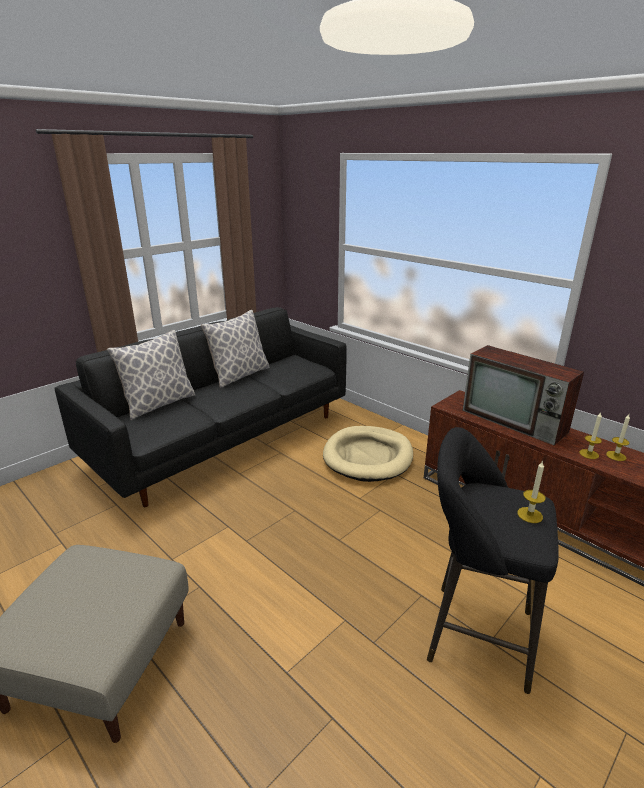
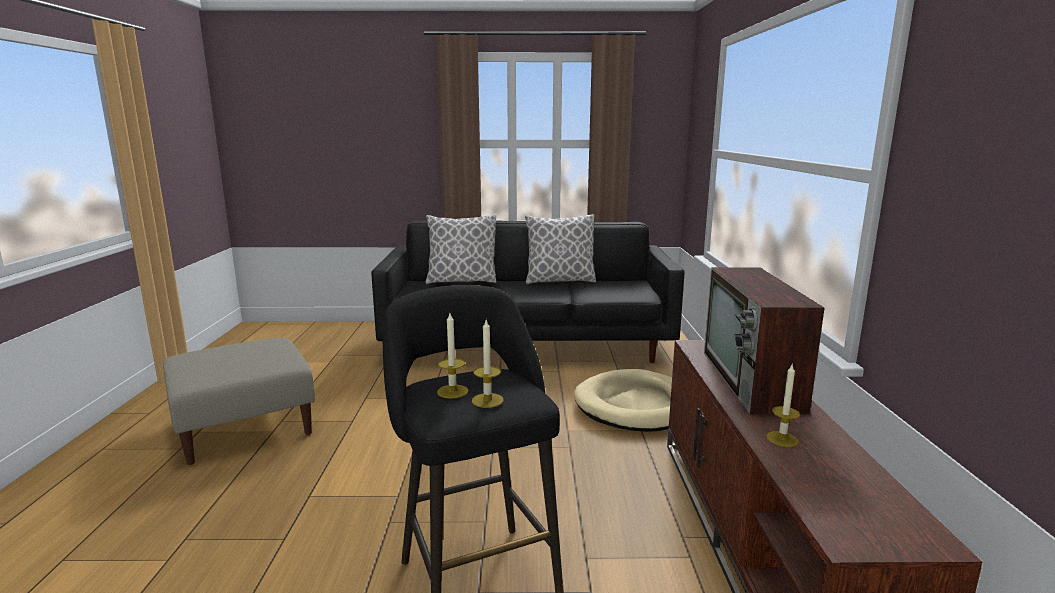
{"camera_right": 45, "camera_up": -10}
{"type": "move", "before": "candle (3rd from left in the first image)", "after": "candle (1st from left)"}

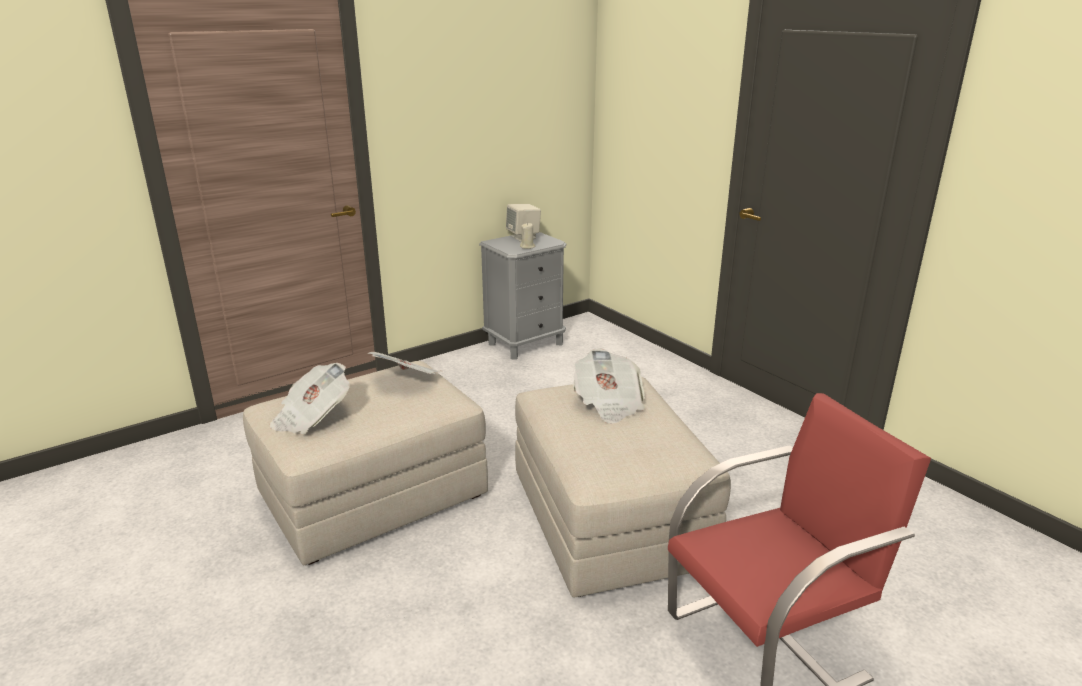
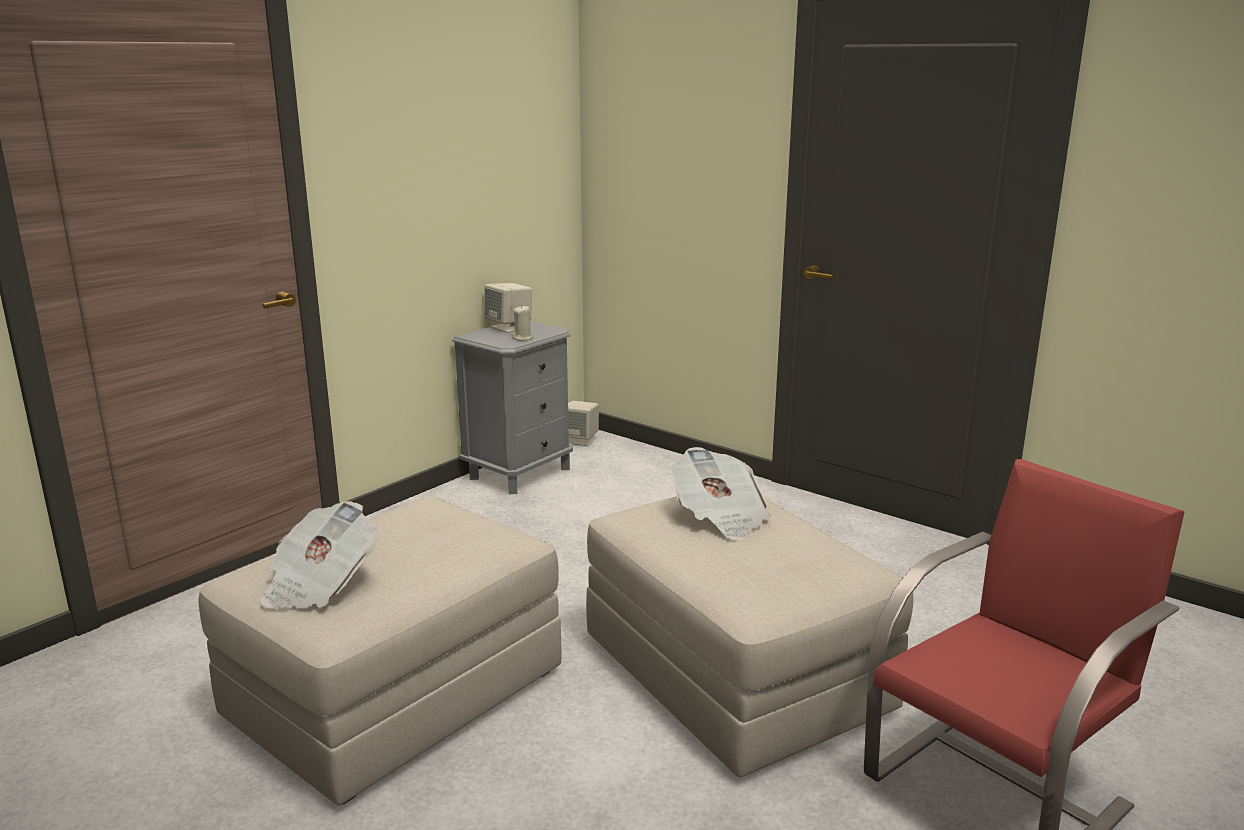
{"camera_right": -15, "camera_up": -5}
{"type": "delete", "before": "newspaper (2nd from left)"}
{"type": "insert", "after": "speaker (beige) (2nd from left)"}

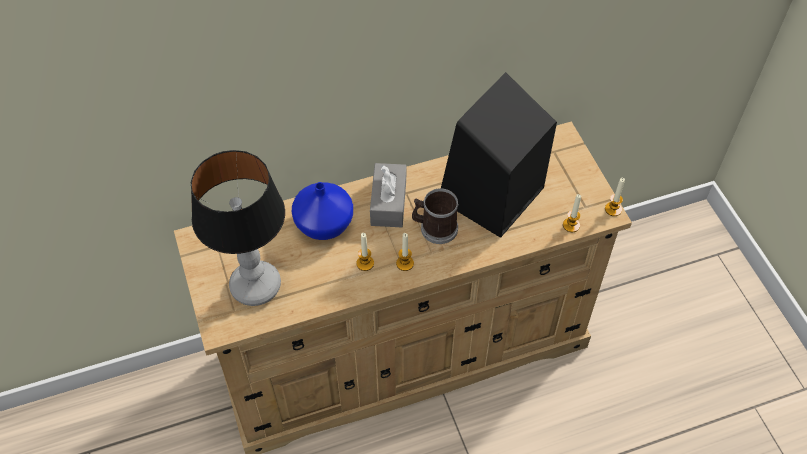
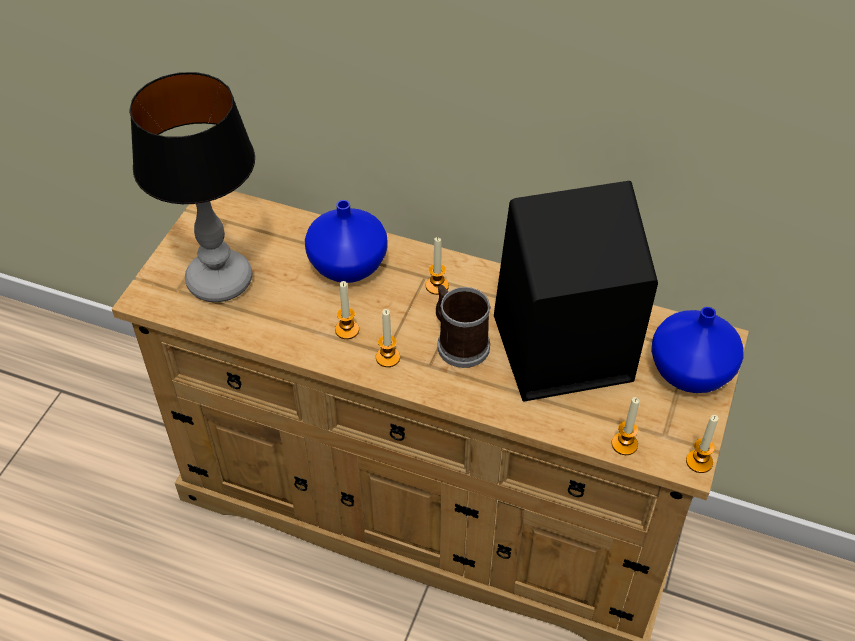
{"camera_right": 40, "camera_up": -5}
{"type": "replace", "before": "tissue box (grey)", "after": "candle (3rd from left)"}
{"type": "insert", "after": "vase (blue) (2nd from left)"}

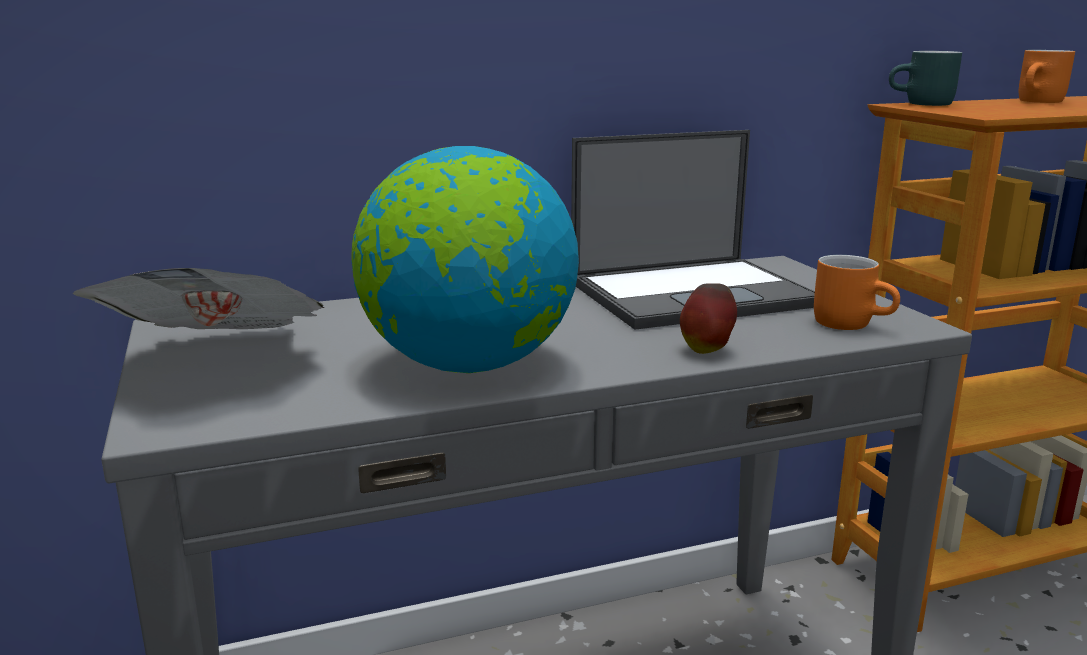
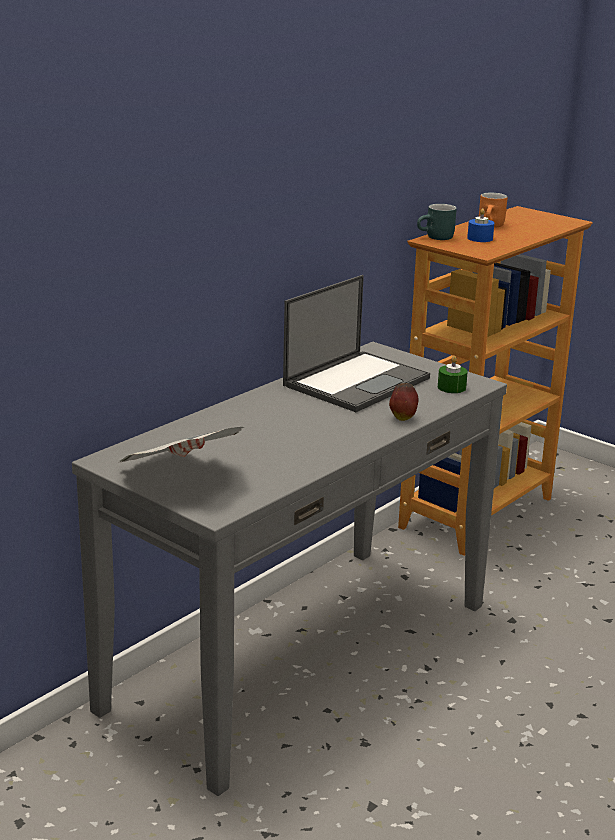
{"camera_right": -30, "camera_up": 5}
{"type": "delete", "before": "globe"}
{"type": "replace", "before": "mug (orange) (1st from left)", "after": "candle (green)"}
{"type": "insert", "after": "candle (blue)"}

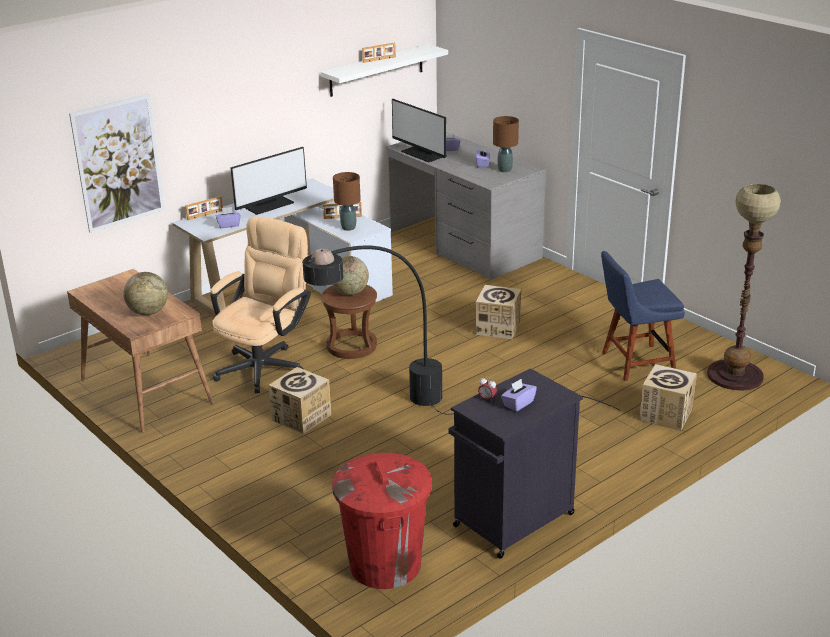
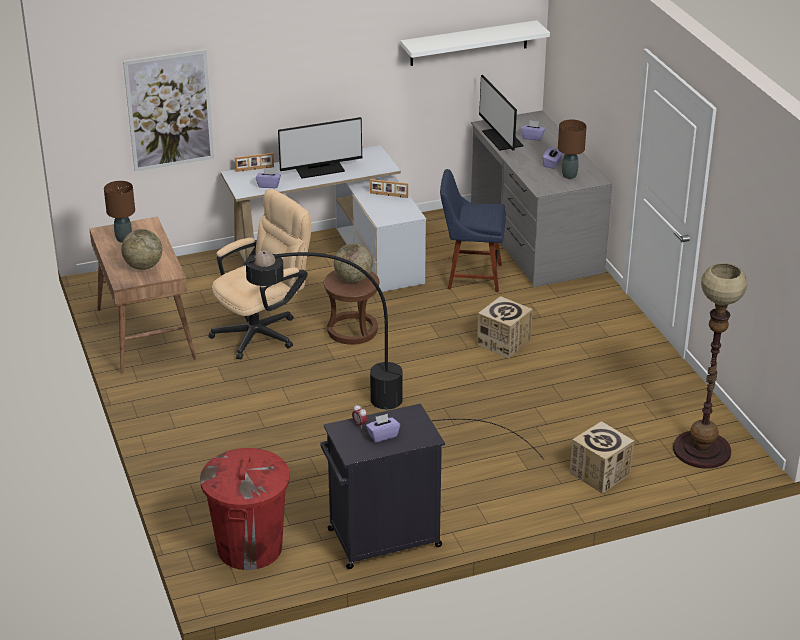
{"camera_right": 20, "camera_up": 5}
{"type": "delete", "before": "picture frame (3rd from left)"}
{"type": "move", "before": "table lamp (brown) (1st from left)"}
{"type": "move", "before": "chair (blue)"}
{"type": "delete", "before": "cardboard box (1st from left)"}

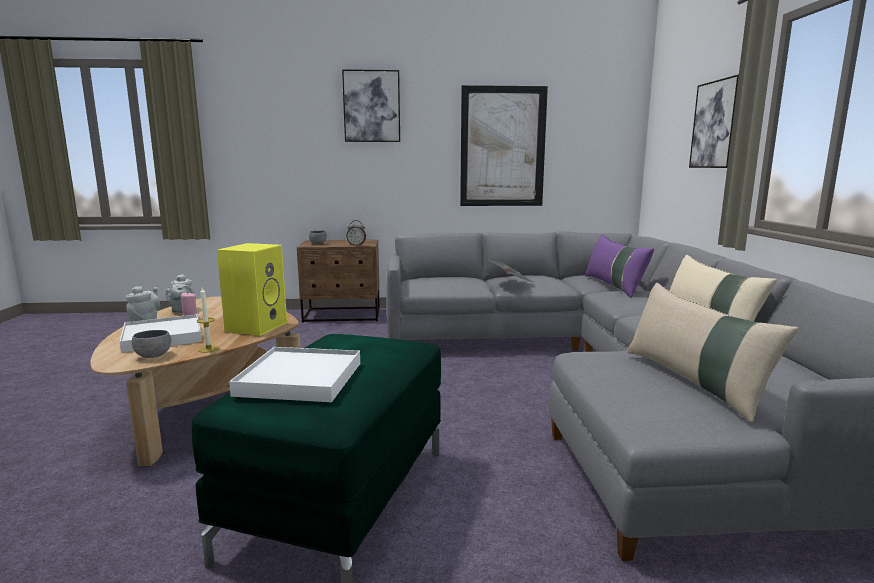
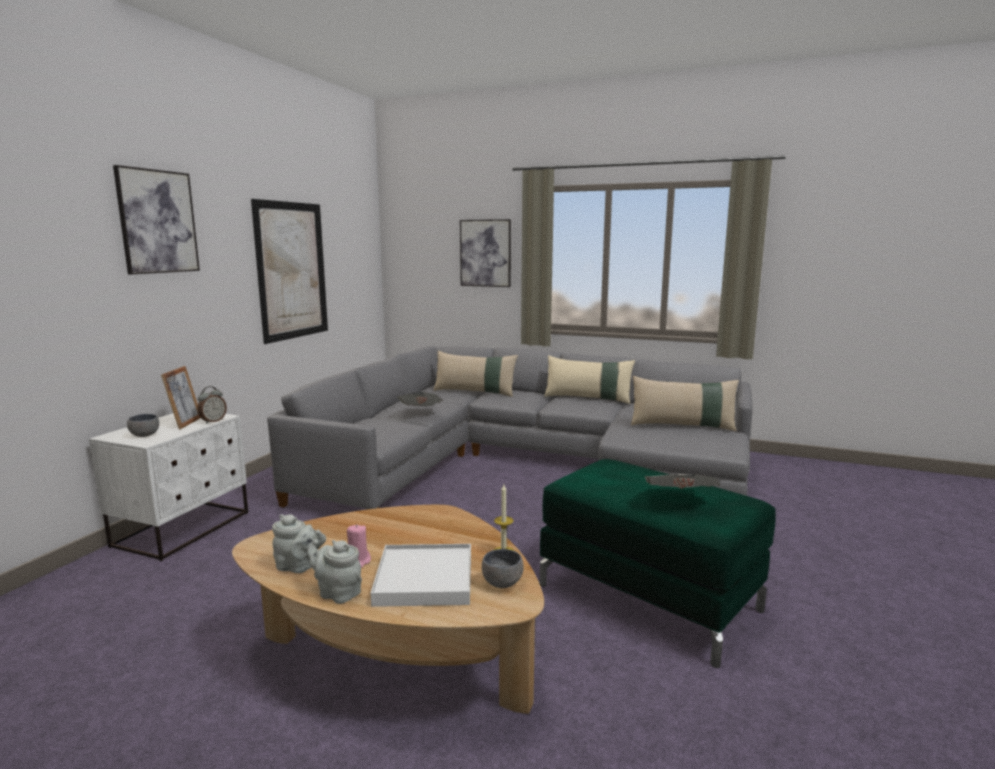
{"camera_right": -65, "camera_up": 0}
{"type": "recolor", "before": "pillow (purple)", "after": "pillow (beige) (1st from left)"}
{"type": "recolor", "before": "nightstand (brown)", "after": "nightstand (white)"}
{"type": "delete", "before": "speaker (yellow)"}
{"type": "replace", "before": "tray (white) (2nd from left)", "after": "newspaper (2nd from left)"}
{"type": "insert", "after": "picture frame"}

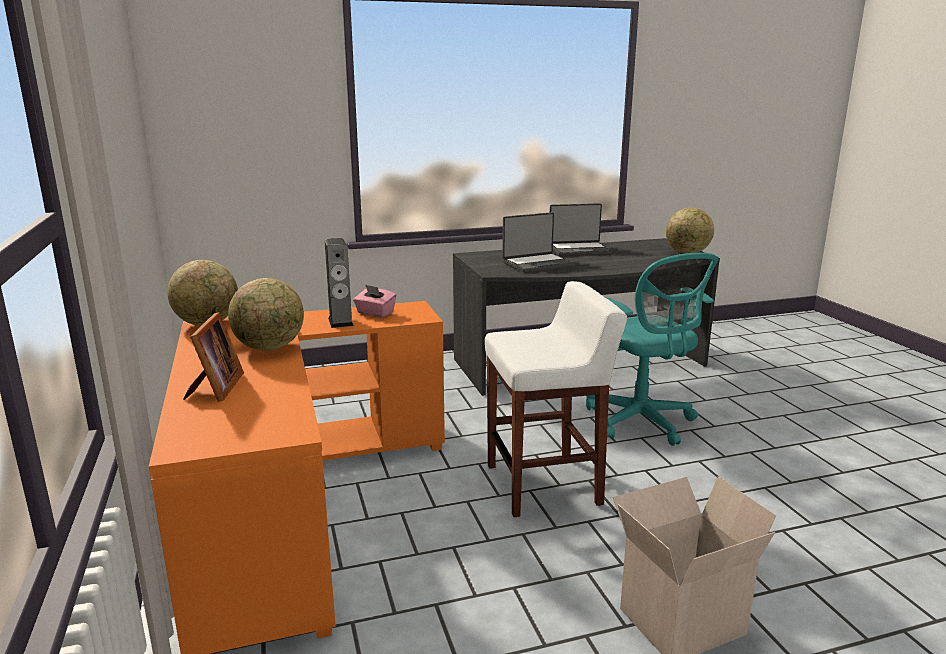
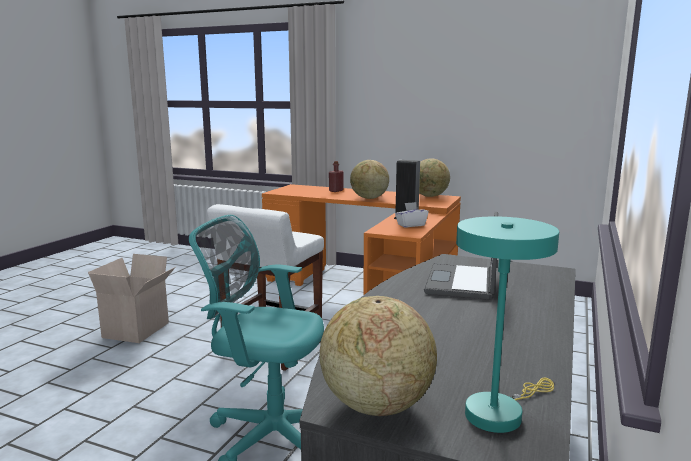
{"camera_right": 130, "camera_up": -5}
{"type": "delete", "before": "laptop (2nd from left)"}
{"type": "recolor", "before": "tissue box (pink)", "after": "tissue box (white)"}
{"type": "replace", "before": "picture frame", "after": "bottle (red)"}
{"type": "insert", "after": "table lamp (turquoise)"}

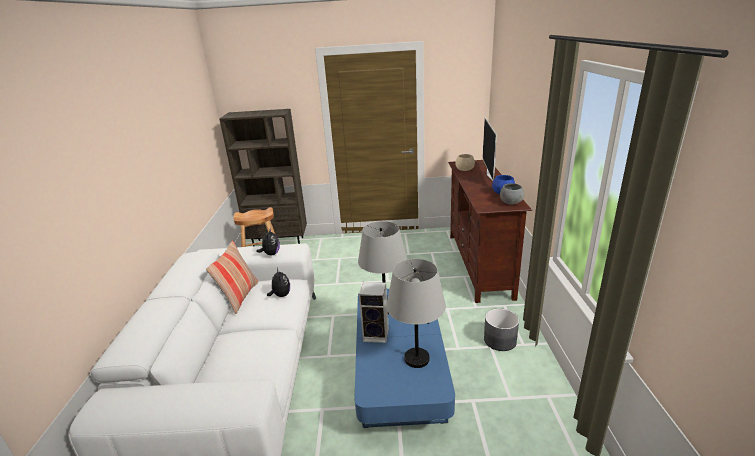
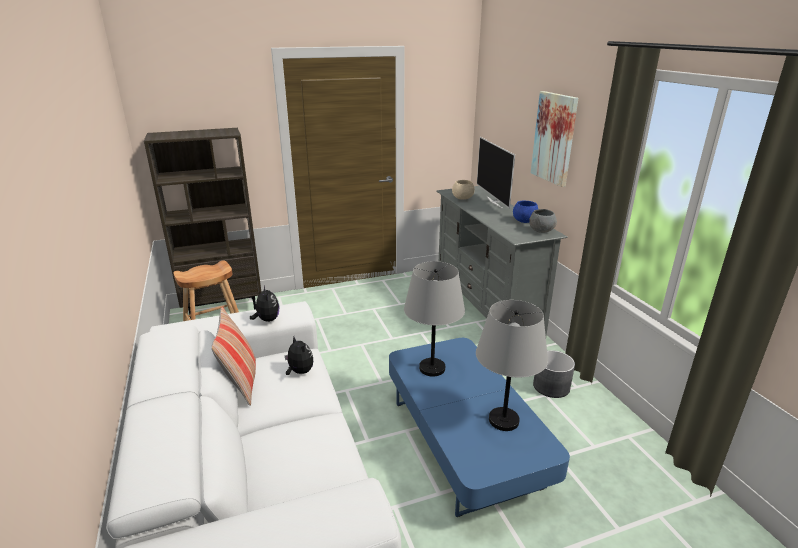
{"camera_right": -20, "camera_up": 0}
{"type": "recolor", "before": "tv stand (brown)", "after": "tv stand (grey)"}
{"type": "delete", "before": "speaker"}
{"type": "insert", "after": "picture"}

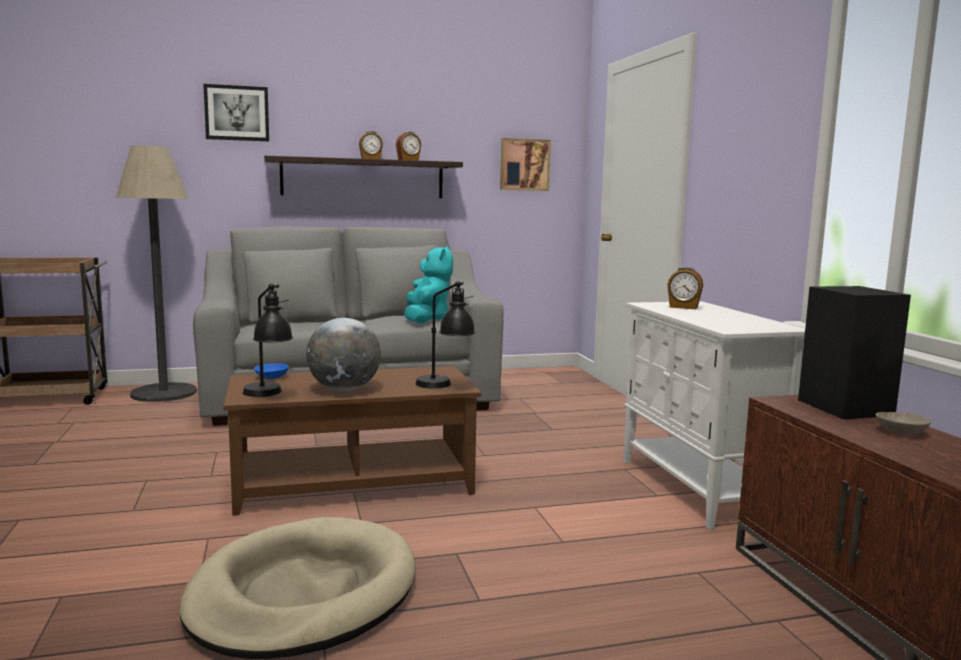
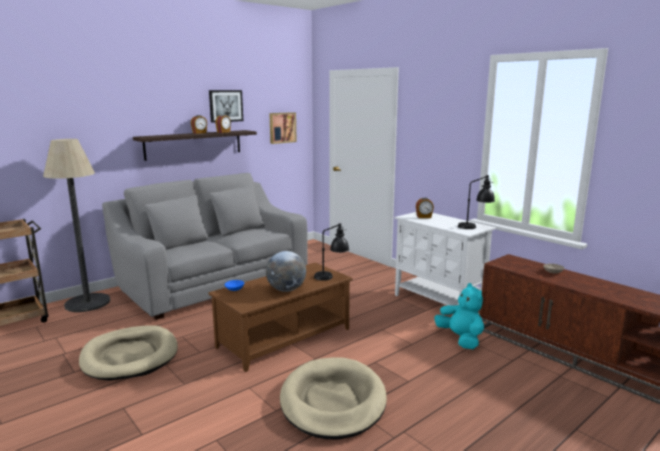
{"camera_right": -25, "camera_up": 5}
{"type": "move", "before": "picture (1st from left)"}
{"type": "move", "before": "plush toy (turquoise)"}
{"type": "move", "before": "table lamp (black) (1st from left in the first image)", "after": "table lamp (black) (2nd from left)"}
{"type": "delete", "before": "speaker (black)"}
{"type": "insert", "after": "dog bed (beige) (1st from left)"}

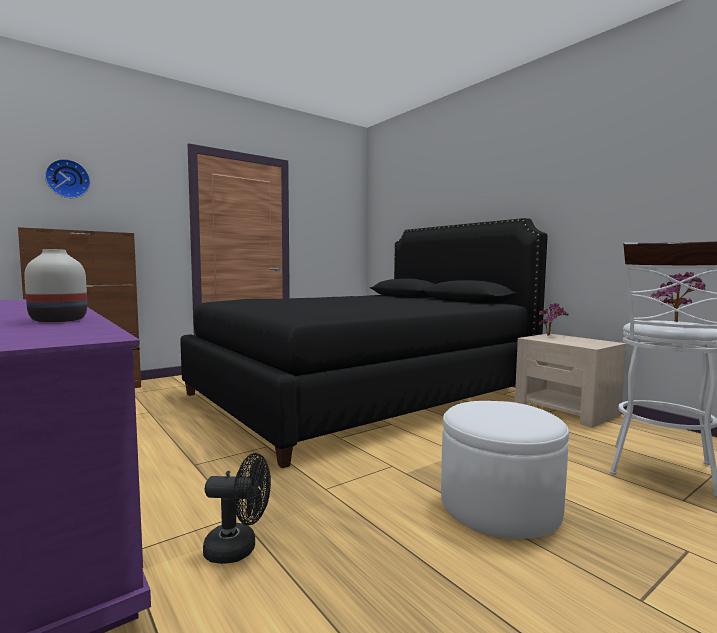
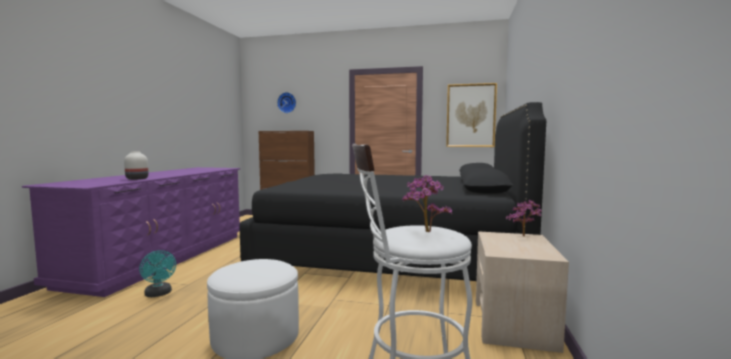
{"camera_right": 50, "camera_up": 0}
{"type": "recolor", "before": "fan (black)", "after": "fan (turquoise)"}
{"type": "insert", "after": "picture"}

